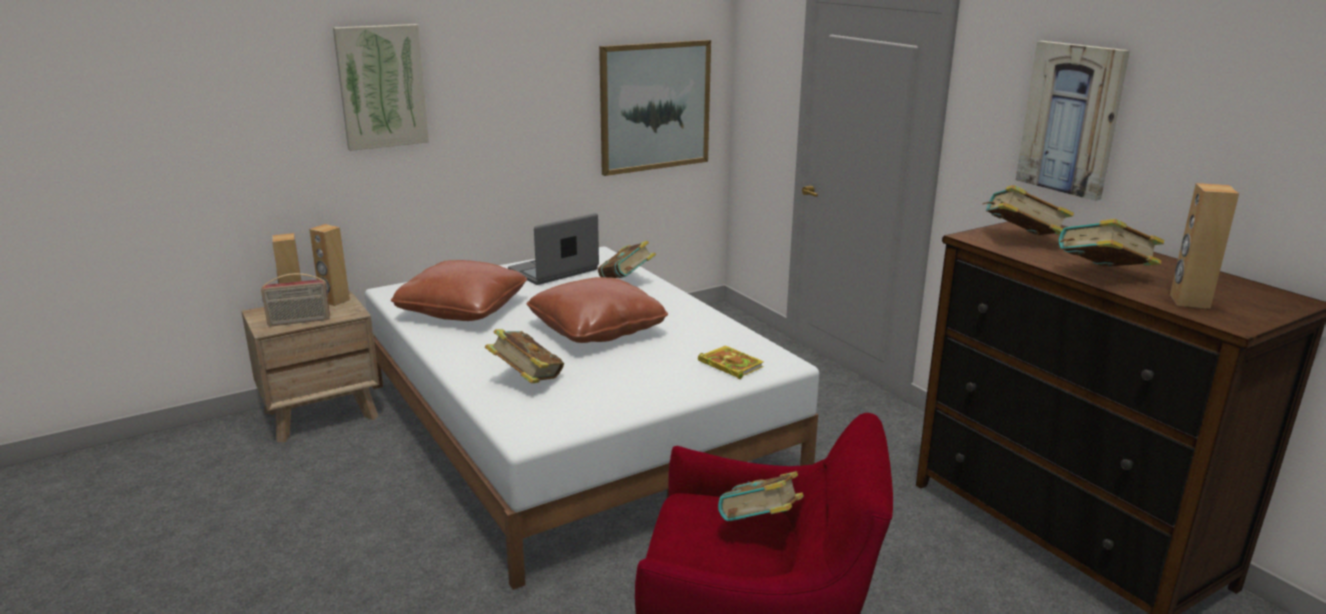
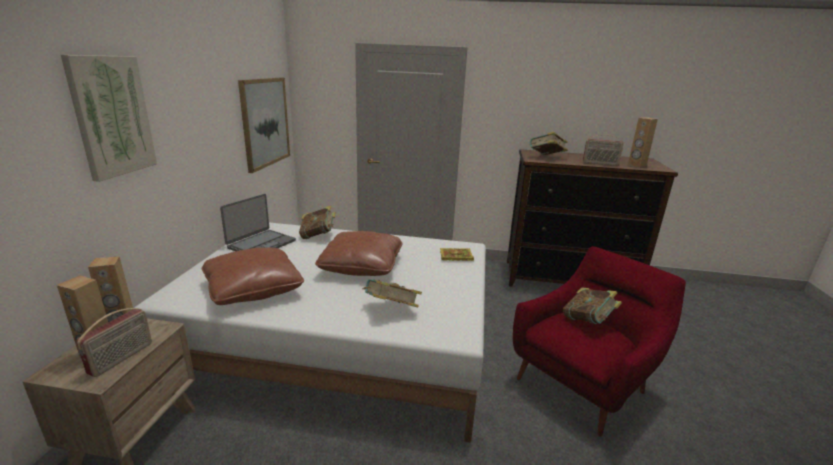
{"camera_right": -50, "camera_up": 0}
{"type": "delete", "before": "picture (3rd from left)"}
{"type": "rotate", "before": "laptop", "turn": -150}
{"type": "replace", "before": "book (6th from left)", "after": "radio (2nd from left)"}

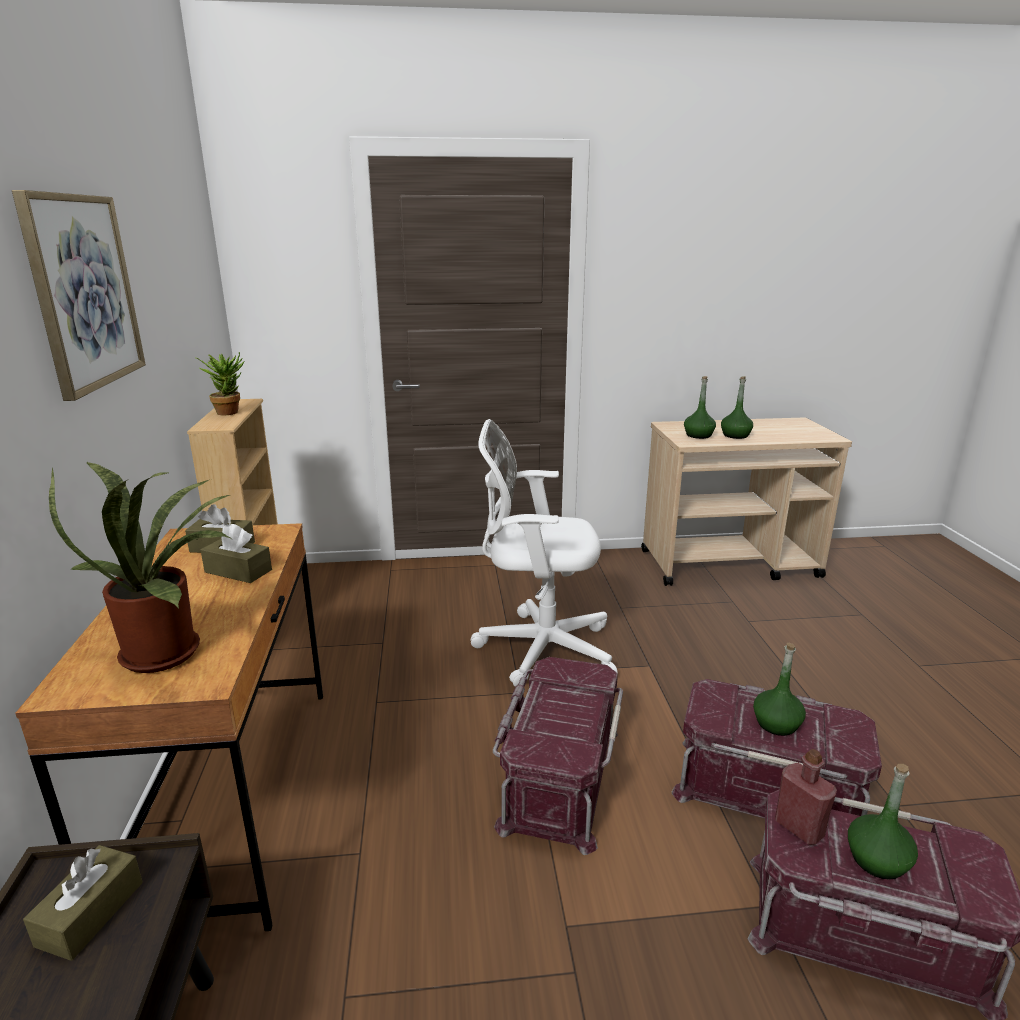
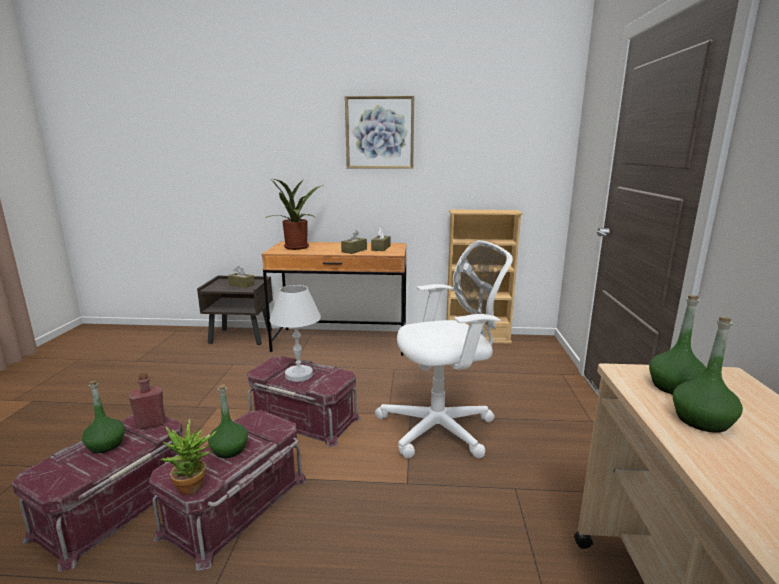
{"camera_right": 100, "camera_up": -5}
{"type": "move", "before": "potted plant (2nd from left in the first image)", "after": "potted plant (1st from left)"}
{"type": "rotate", "before": "office chair (white)", "turn": 60}
{"type": "insert", "after": "table lamp (white)"}

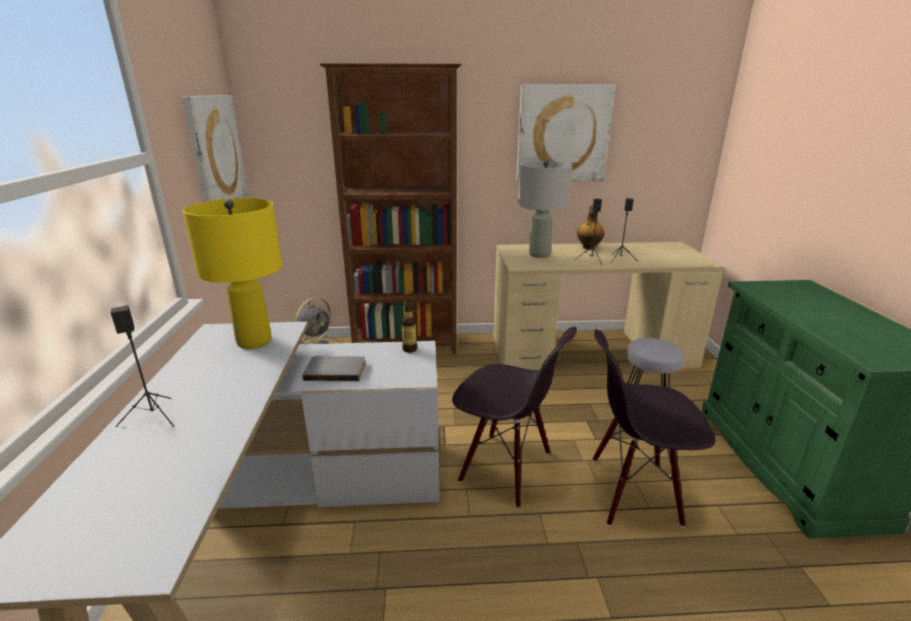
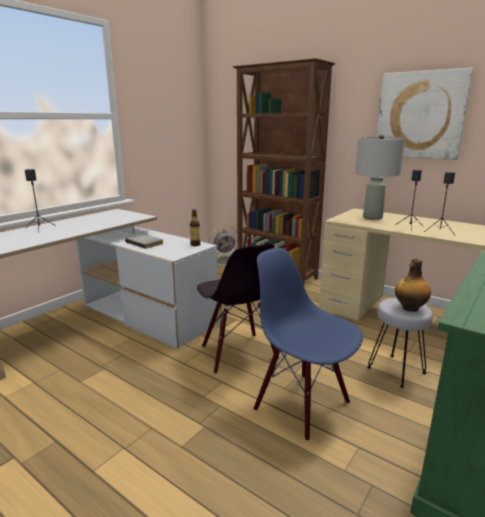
{"camera_right": 40, "camera_up": -5}
{"type": "delete", "before": "picture (1st from left)"}
{"type": "delete", "before": "table lamp (yellow)"}
{"type": "move", "before": "bottle (2nd from left)"}
{"type": "recolor", "before": "chair (black) (2nd from left)", "after": "chair (blue)"}

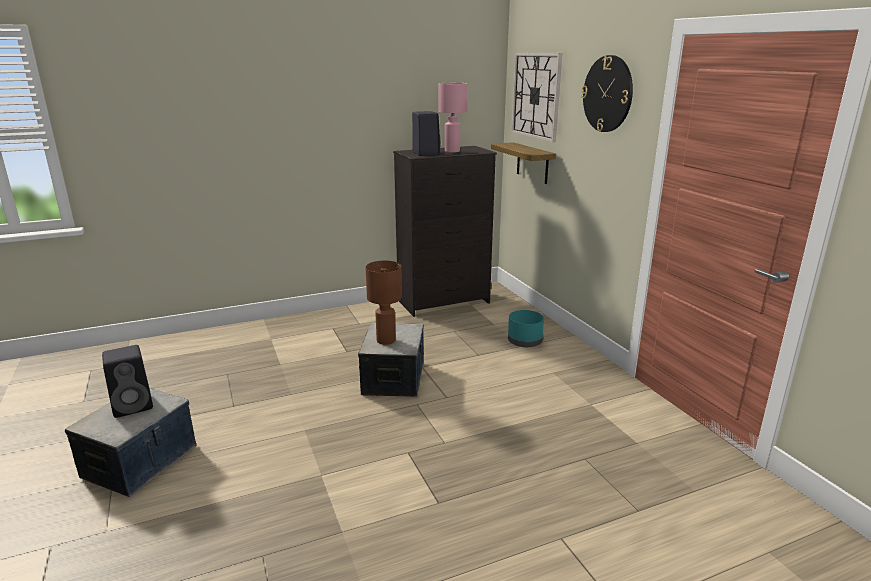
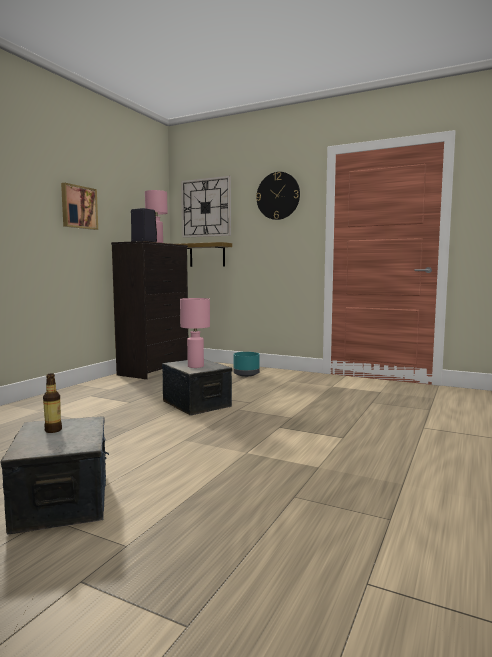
{"camera_right": -40, "camera_up": -15}
{"type": "recolor", "before": "table lamp (brown)", "after": "table lamp (pink) (2nd from left)"}
{"type": "replace", "before": "speaker (black) (1st from left)", "after": "bottle"}
{"type": "insert", "after": "picture"}

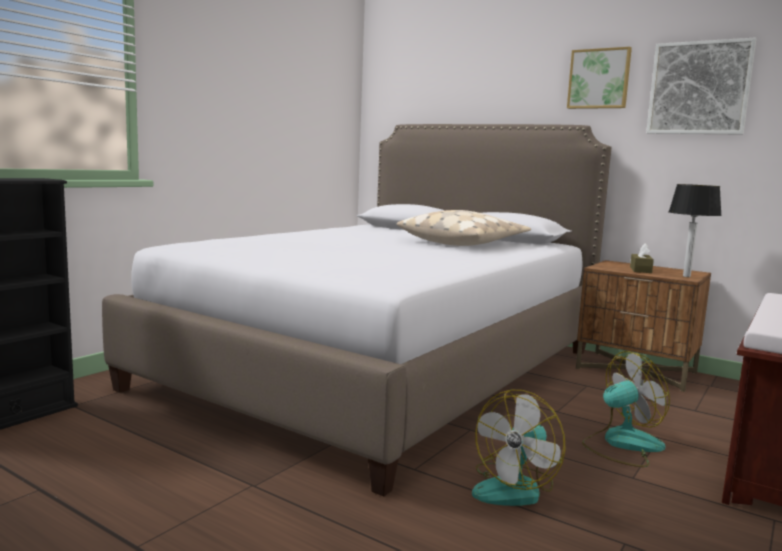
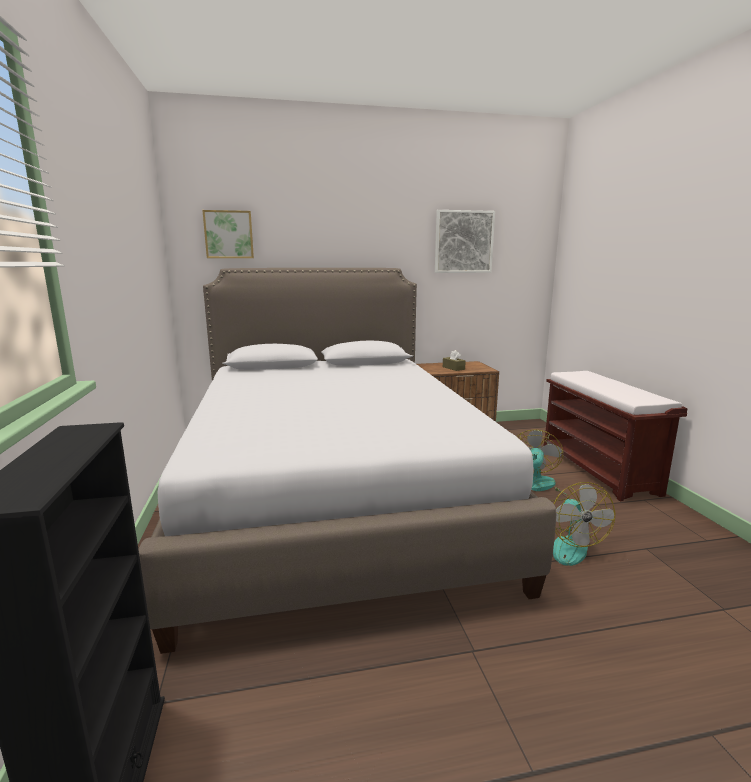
{"camera_right": -45, "camera_up": 5}
{"type": "move", "before": "picture (1st from left)"}
{"type": "delete", "before": "table lamp"}
{"type": "delete", "before": "pillow (beige)"}

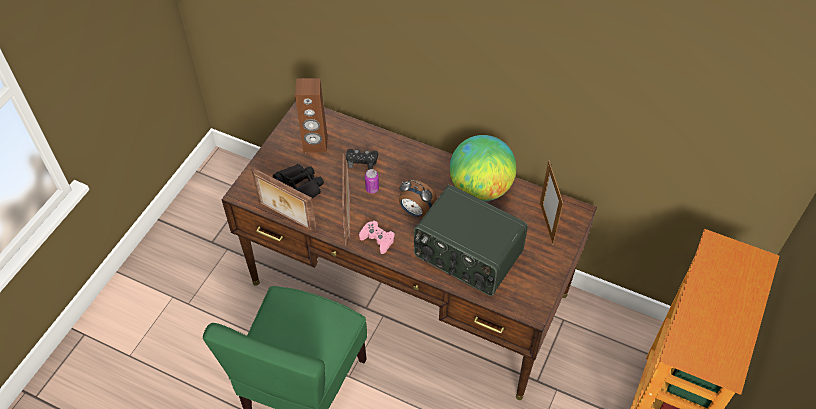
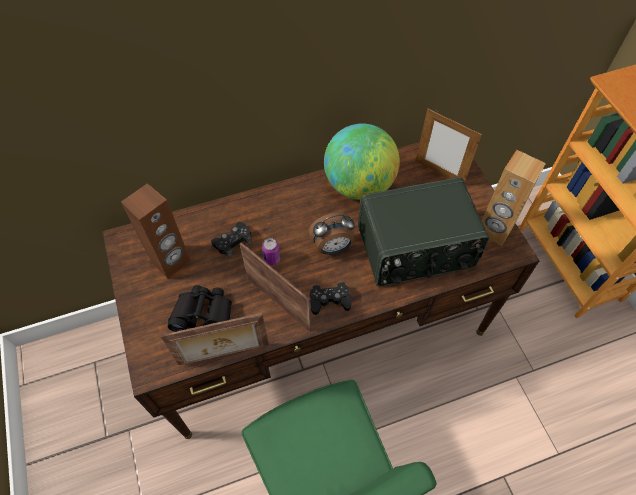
{"camera_right": -45, "camera_up": 5}
{"type": "recolor", "before": "game controller (pink)", "after": "game controller (black) (2nd from left)"}
{"type": "insert", "after": "speaker (brown) (2nd from left)"}

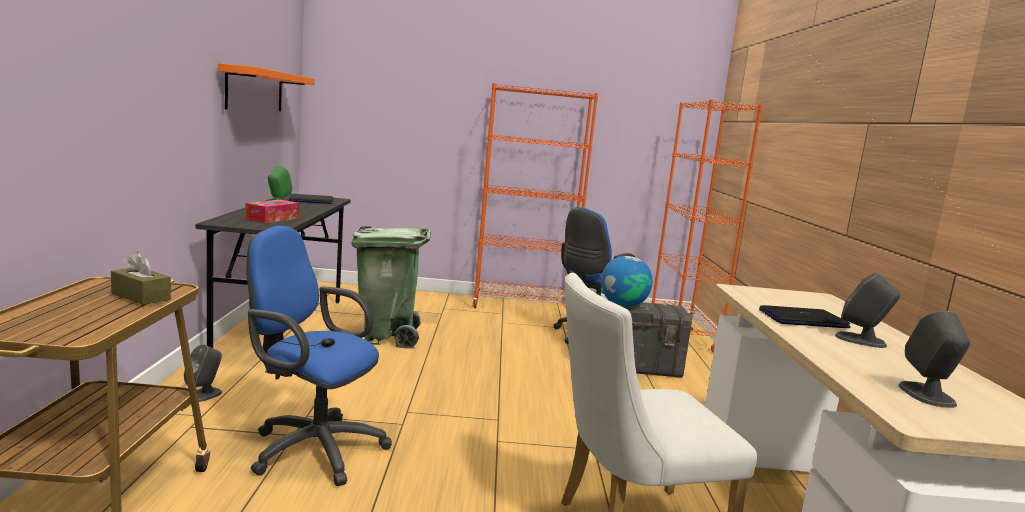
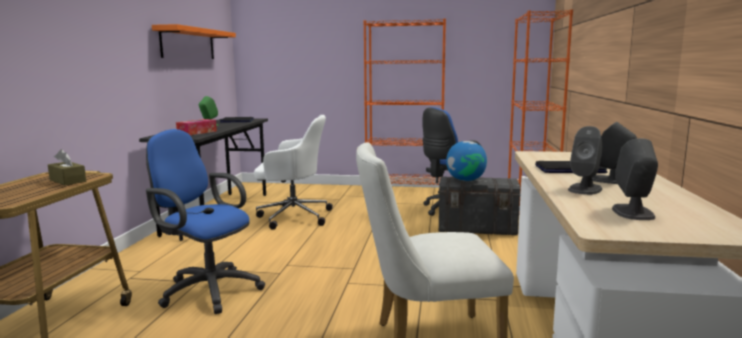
{"camera_right": 10, "camera_up": 0}
{"type": "replace", "before": "trash can (green)", "after": "office chair (white)"}
{"type": "move", "before": "speaker (grey) (1st from left)"}

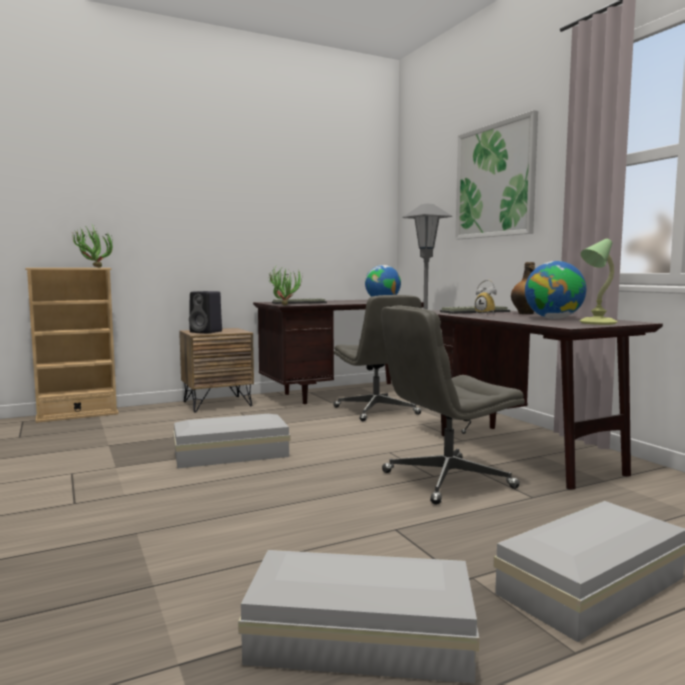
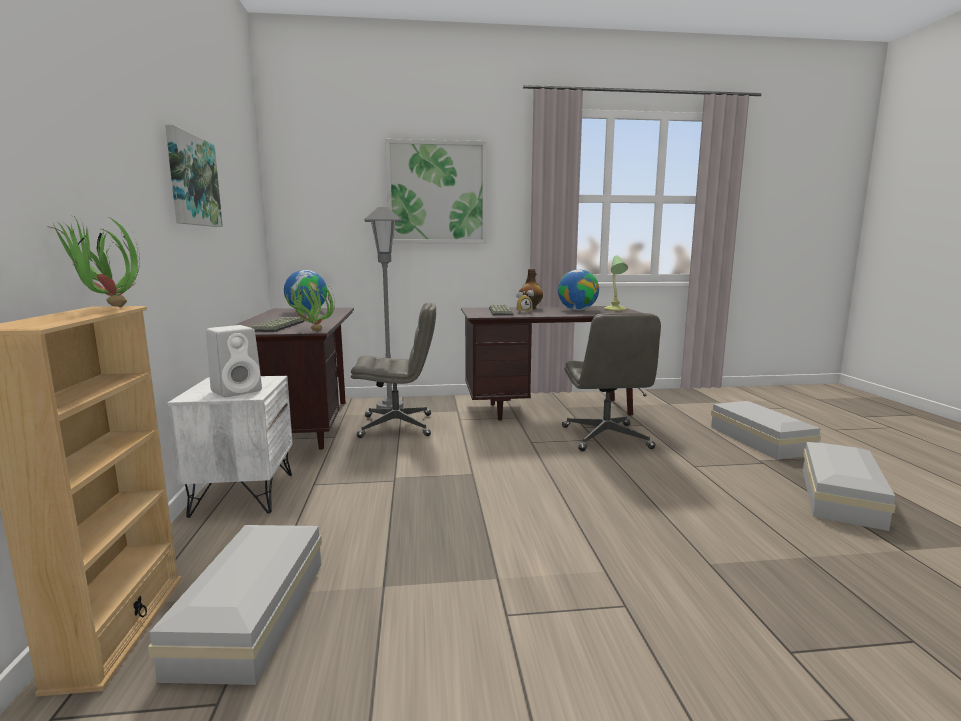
{"camera_right": -70, "camera_up": 5}
{"type": "recolor", "before": "speaker (black)", "after": "speaker (white)"}
{"type": "recolor", "before": "nightstand (brown)", "after": "nightstand (white)"}
{"type": "move", "before": "storage box (white) (1st from left)"}
{"type": "insert", "after": "picture (1st from left)"}

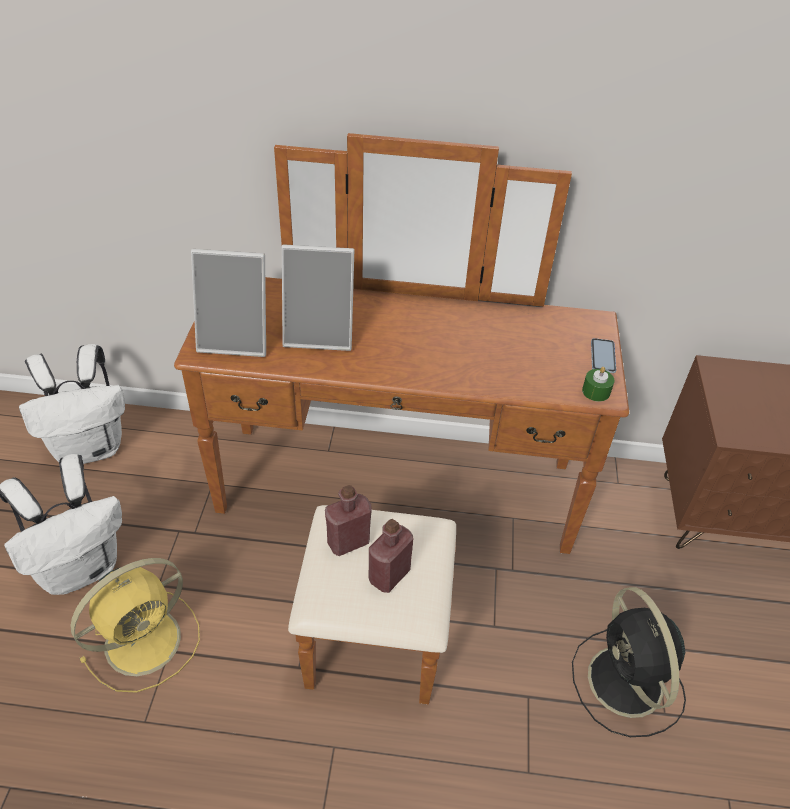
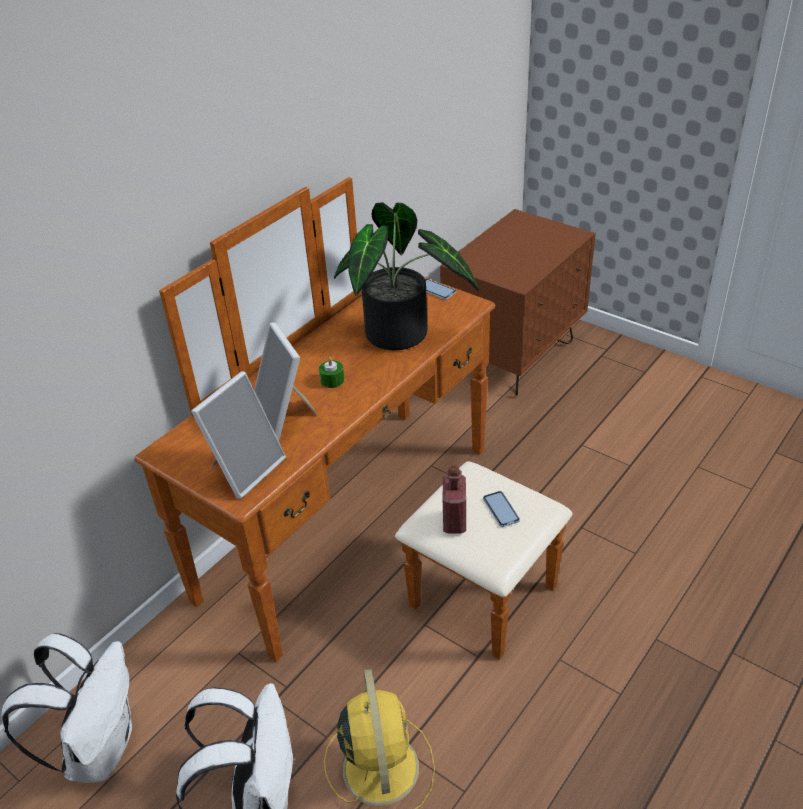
{"camera_right": -55, "camera_up": -5}
{"type": "rotate", "before": "picture frame (2nd from left)", "turn": 120}
{"type": "move", "before": "candle (green)"}
{"type": "replace", "before": "bottle (red) (2nd from left)", "after": "phone (2nd from left)"}
{"type": "delete", "before": "fan (black)"}
{"type": "insert", "after": "potted plant"}

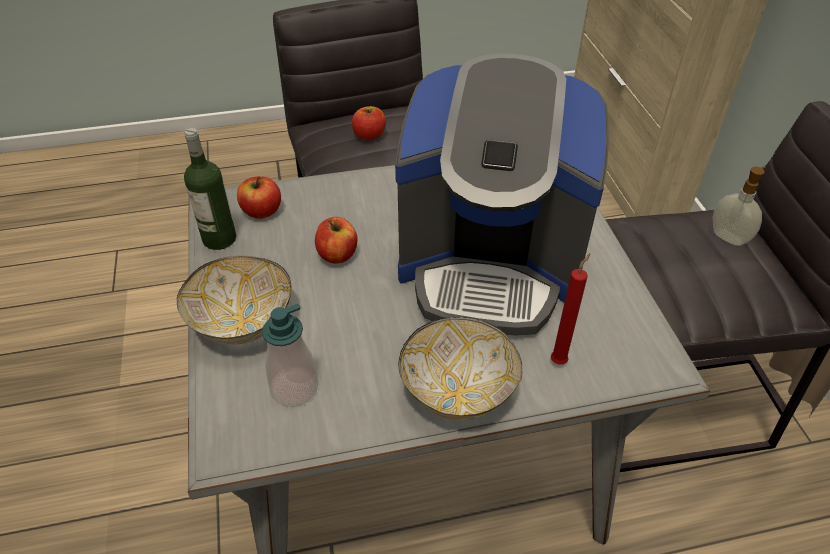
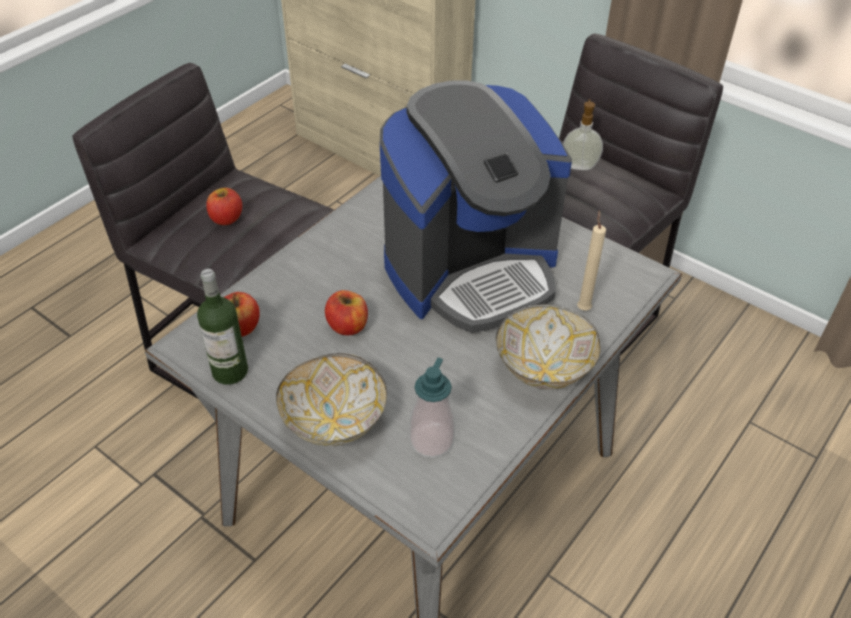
{"camera_right": -40, "camera_up": 0}
{"type": "recolor", "before": "candle (red)", "after": "candle (beige)"}

